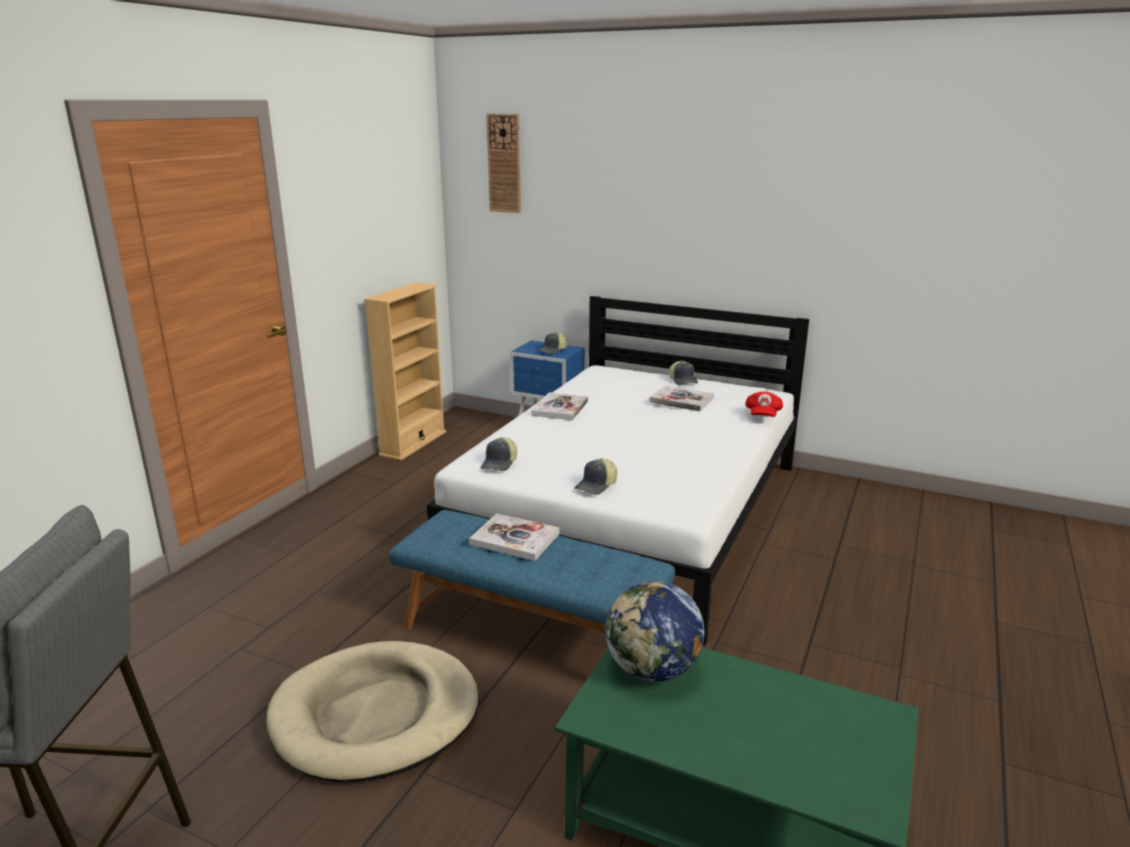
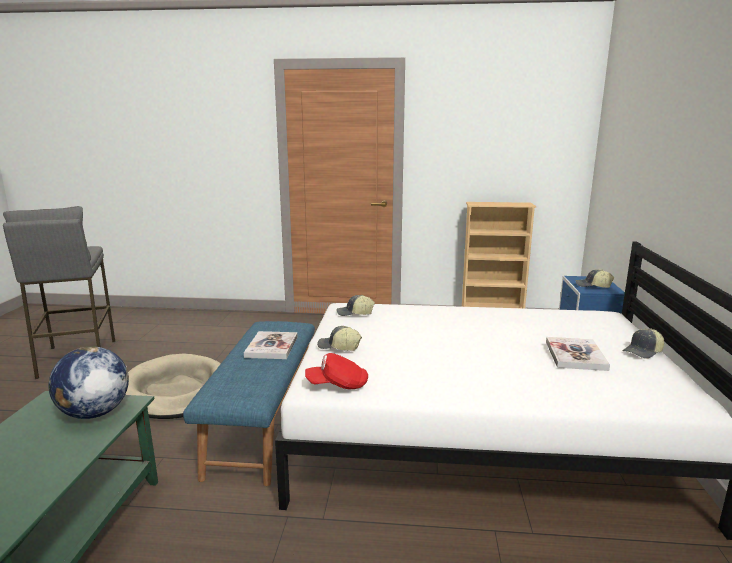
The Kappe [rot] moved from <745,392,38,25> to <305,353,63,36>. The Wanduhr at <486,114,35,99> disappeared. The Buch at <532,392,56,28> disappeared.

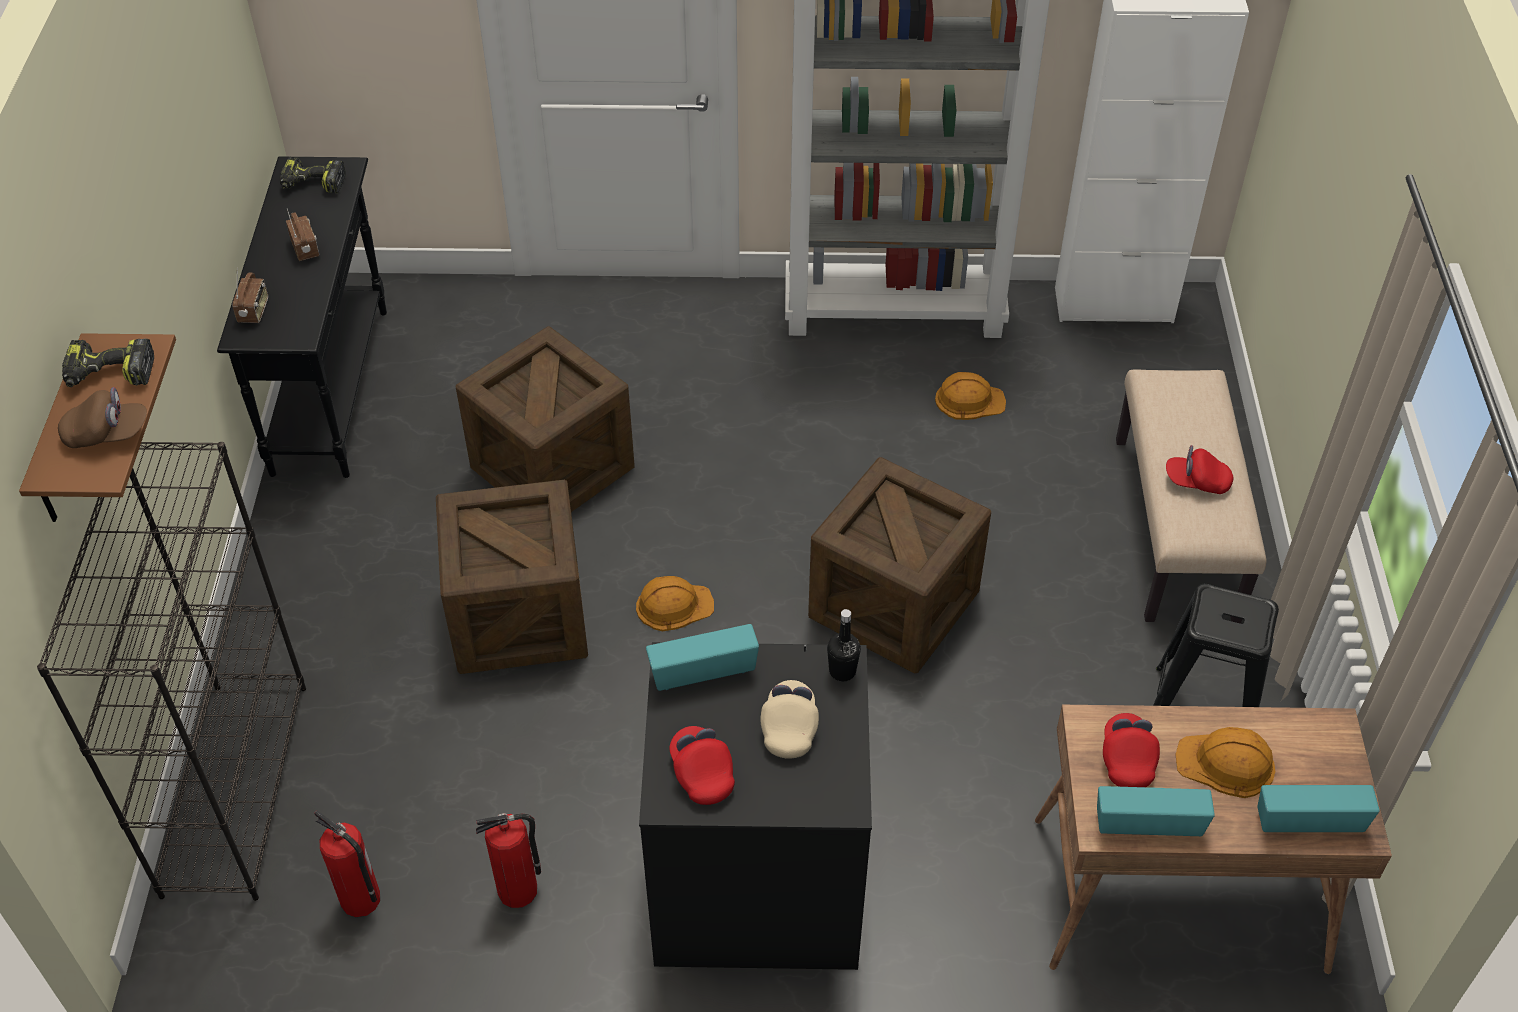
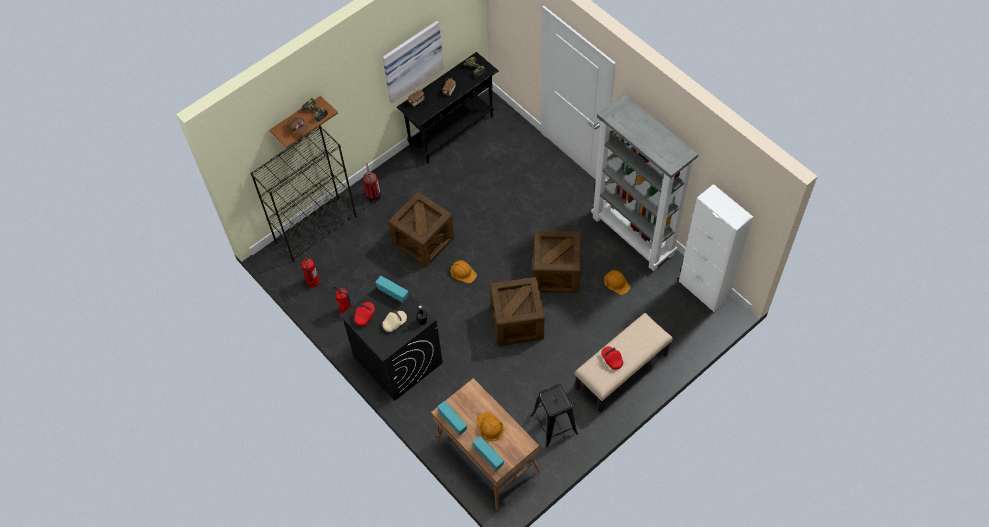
The Feuerlöscher at <363,163,18,41> appeared. The Bild at <382,21,62,83> appeared. The Kiste moved from <456,326,179,186> to <533,230,48,64>. The Kappe [rot] at <1103,713,57,74> disappeared.

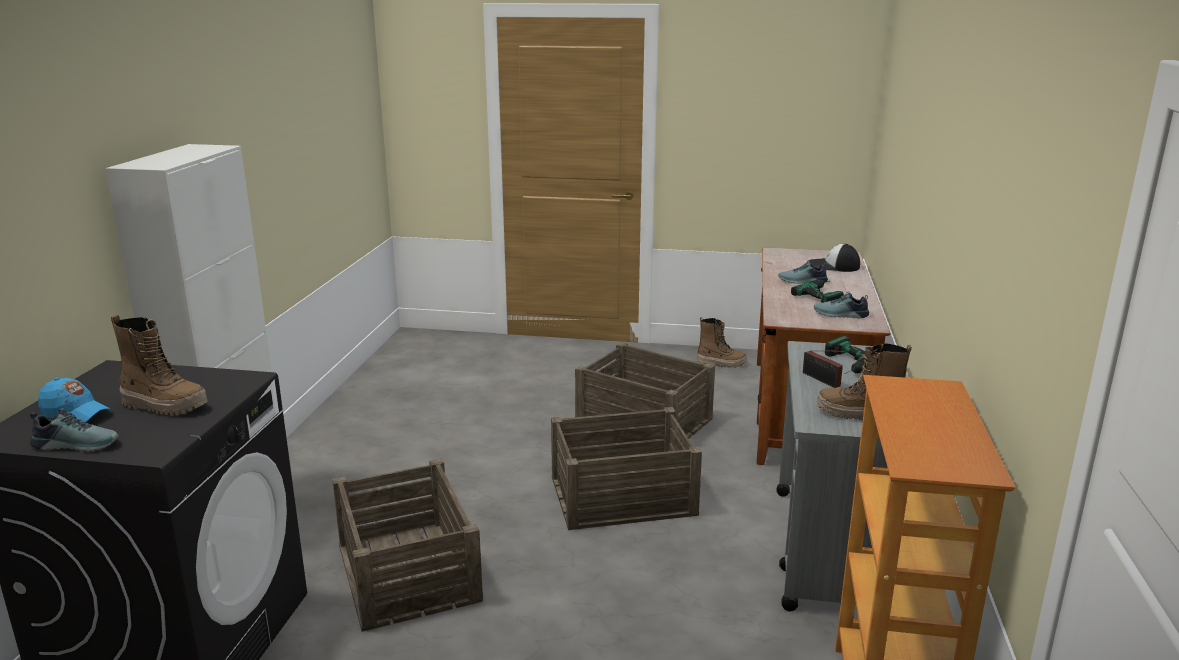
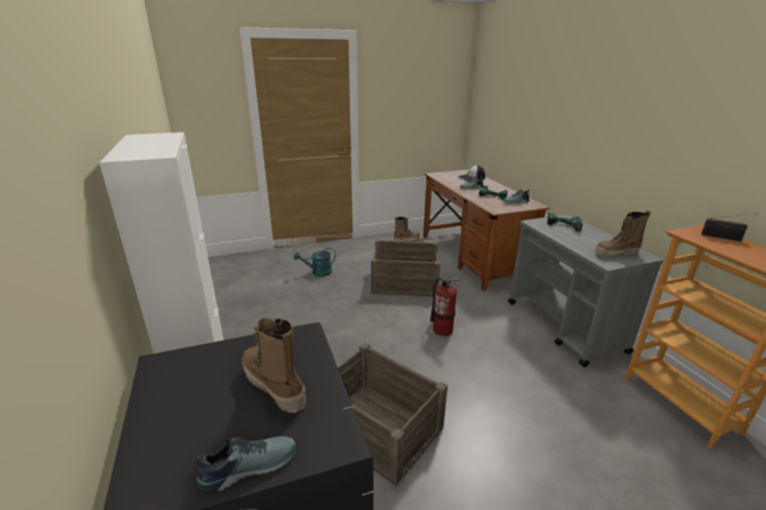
The Stiefel at <111,314,97,101> turned 120 degrees counterclockwise. The Gießkanne [türkis] at <294,248,42,29> appeared. The Kiste at <551,407,151,123> was replaced by the Feuerlöscher at <430,277,30,59>. The Radio moved from <803,350,45,38> to <701,213,56,29>. The Kappe [blau] at <38,378,74,44> disappeared.

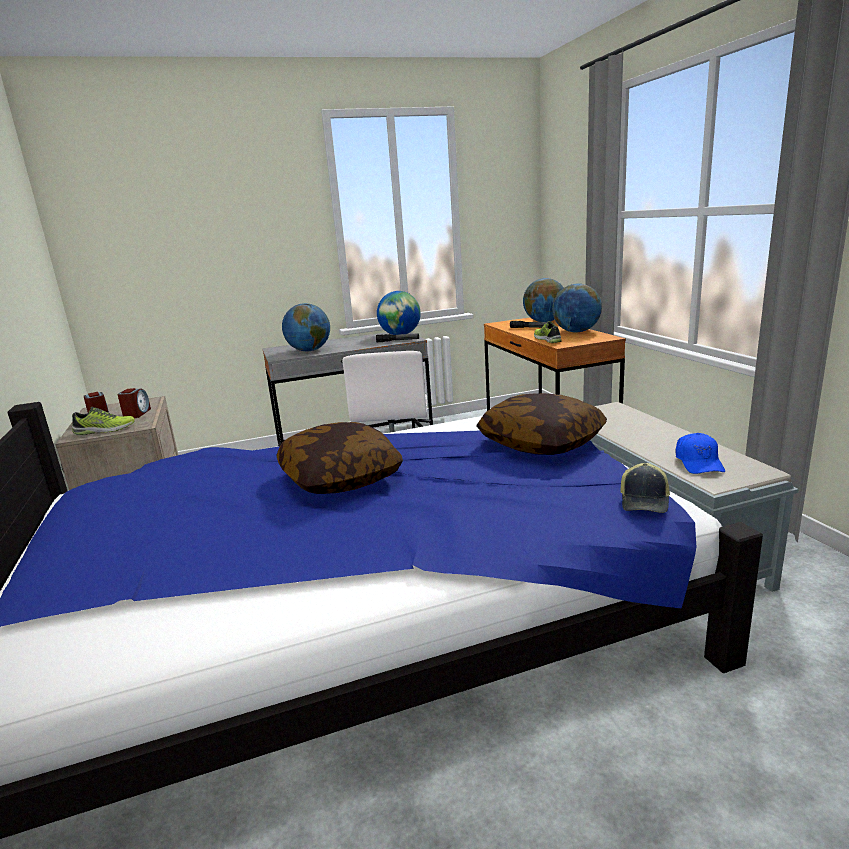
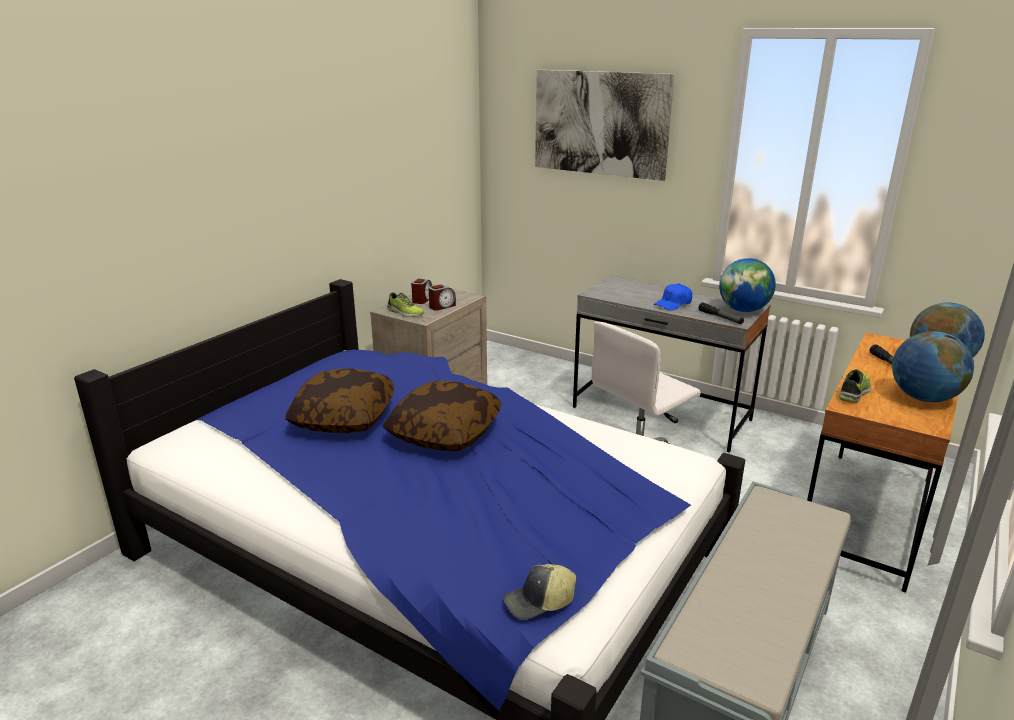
The Kissen moved from <476,393,131,62> to <285,369,109,64>. The Bild at <535,70,140,111> appeared. The Kappe [blau] moved from <676,433,49,41> to <654,284,38,27>. The Globus at <282,303,48,49> disappeared.

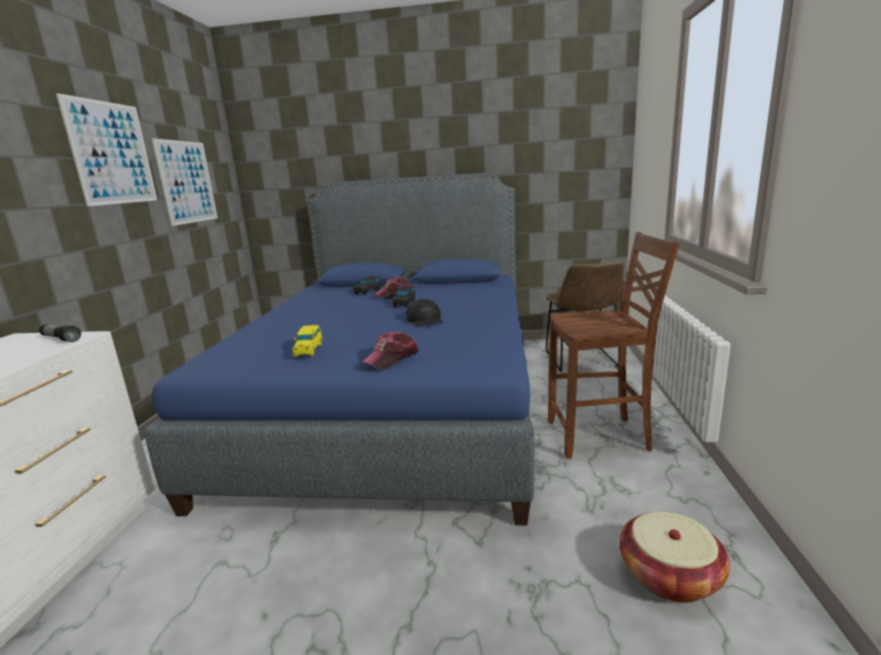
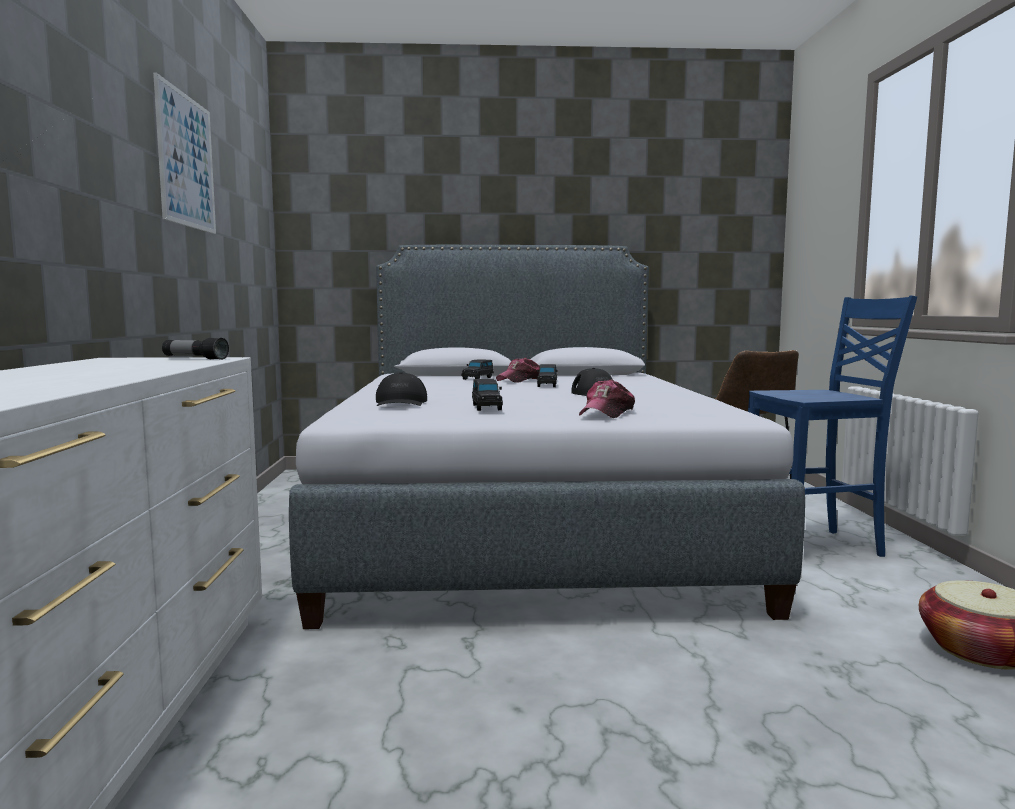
The Bett [blau] at <145,173,389,352> became the Bett [grau] at <289,245,516,384>. The Kappe [schwarz] at <376,372,51,34> appeared. The Spielzeugauto [gelb] at <292,325,30,32> became the Spielzeugauto [schwarz] at <472,379,31,32>. The Stuhl [braun] at <548,232,132,227> became the Stuhl [blau] at <748,296,169,261>. The Bild at <152,138,66,88> disappeared.

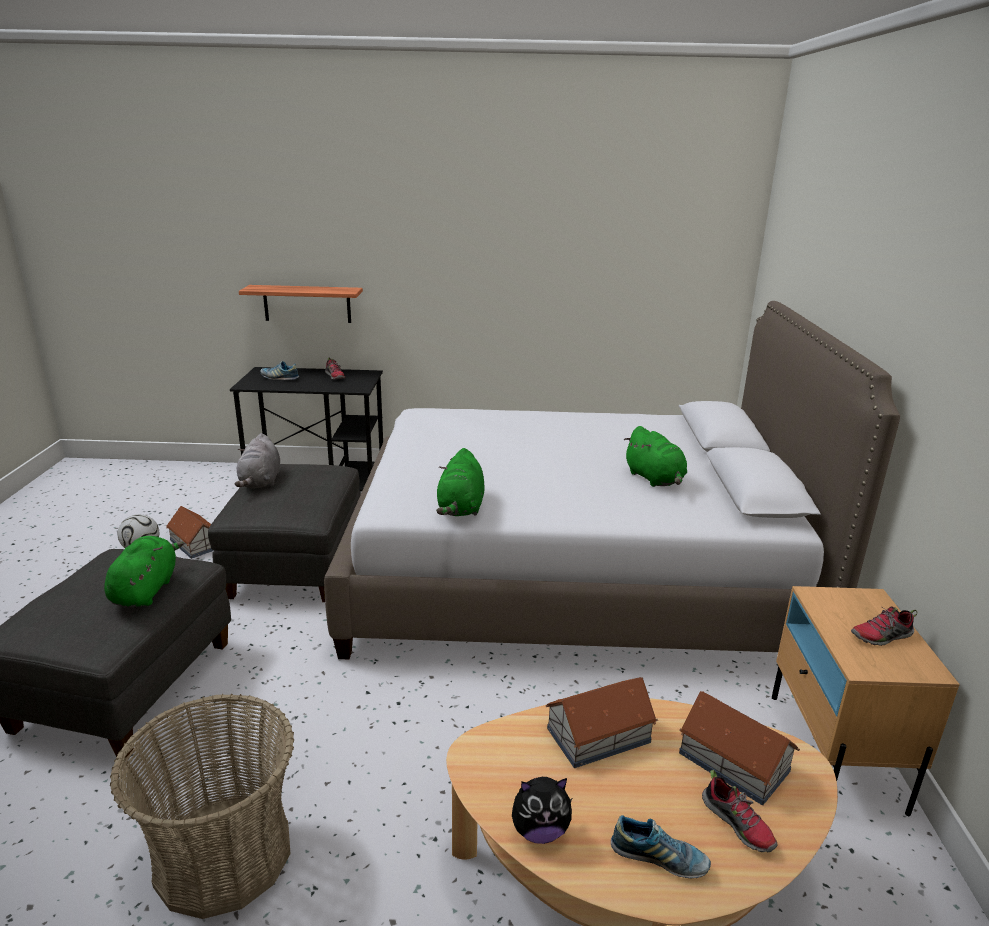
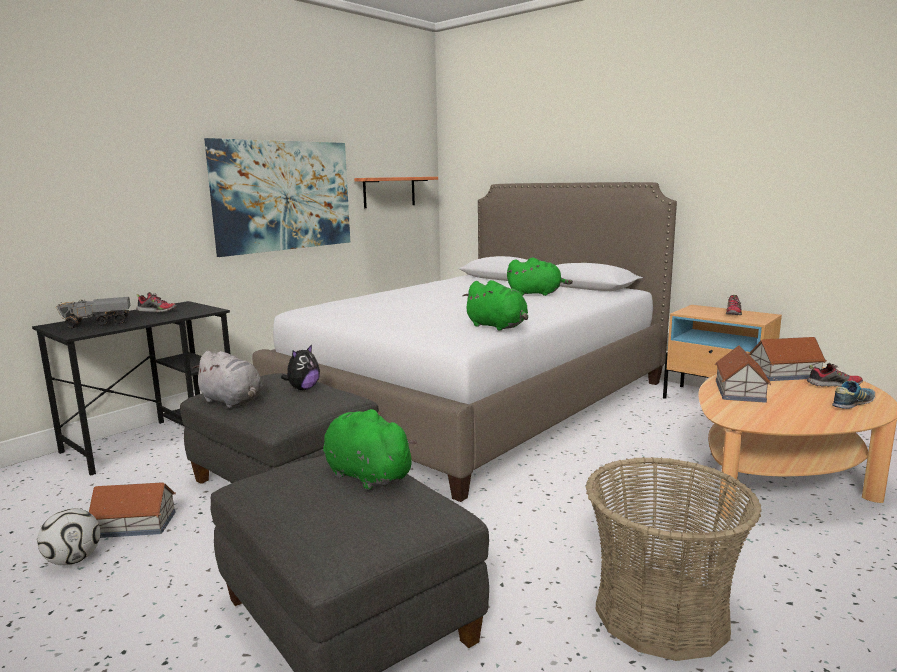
The Schuh at <260,361,39,19> was replaced by the Spielzeuglaster at <56,297,74,31>. The Bild at <204,138,146,119> appeared. The Plüschtier moved from <512,777,61,67> to <281,344,39,46>. The Wandregal moved from <239,285,124,38> to <354,177,84,31>.

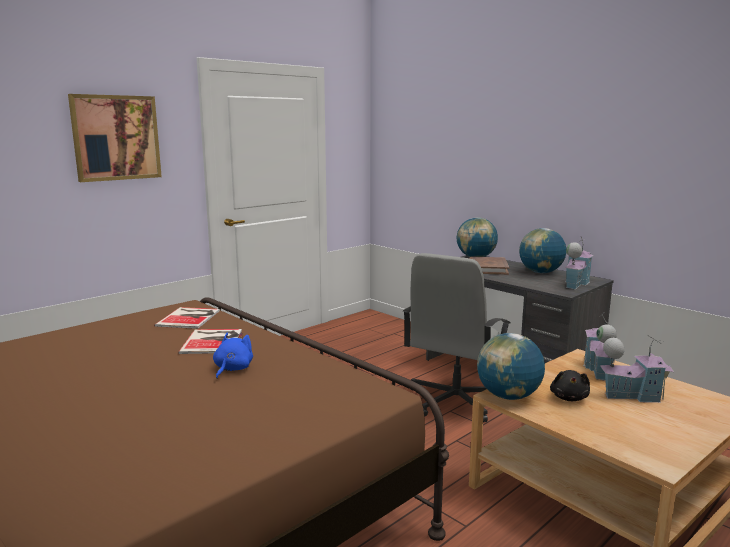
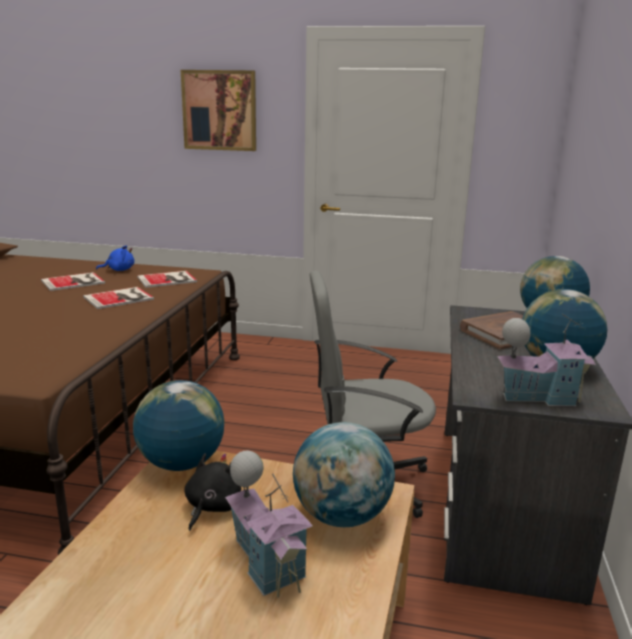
The Buch at <41,272,64,19> appeared. The Plüschtier [blau] moved from <213,332,40,47> to <96,245,38,26>. The Plüschtier [schwarz] at <550,370,40,31> turned 135 degrees clockwise. The Spielzeughaus at <583,312,34,69> was replaced by the Globus at <293,422,102,105>.

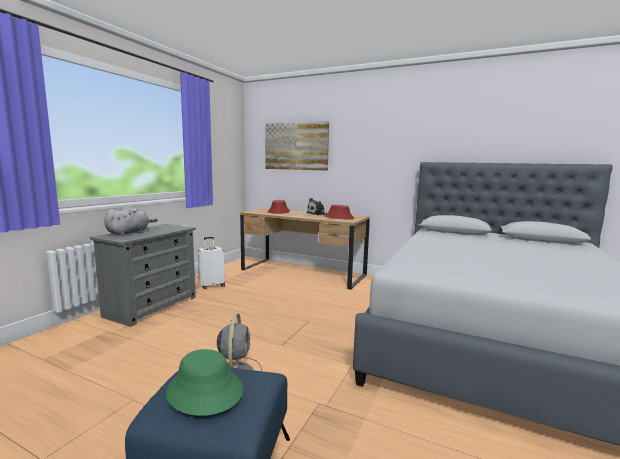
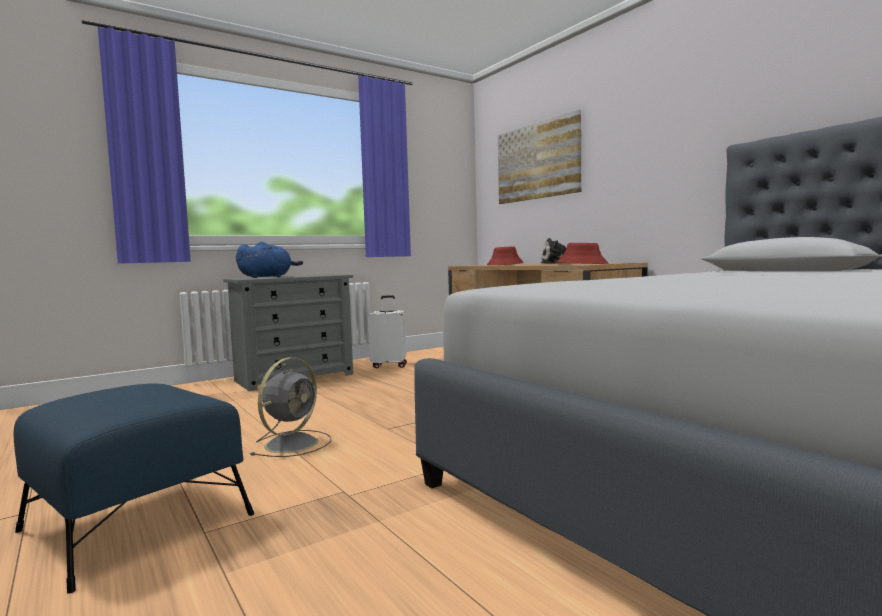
The Plüschtier [grau] at <104,206,54,30> became the Plüschtier [blau] at <236,242,67,36>. The Hut [grün] at <166,349,78,67> disappeared.

